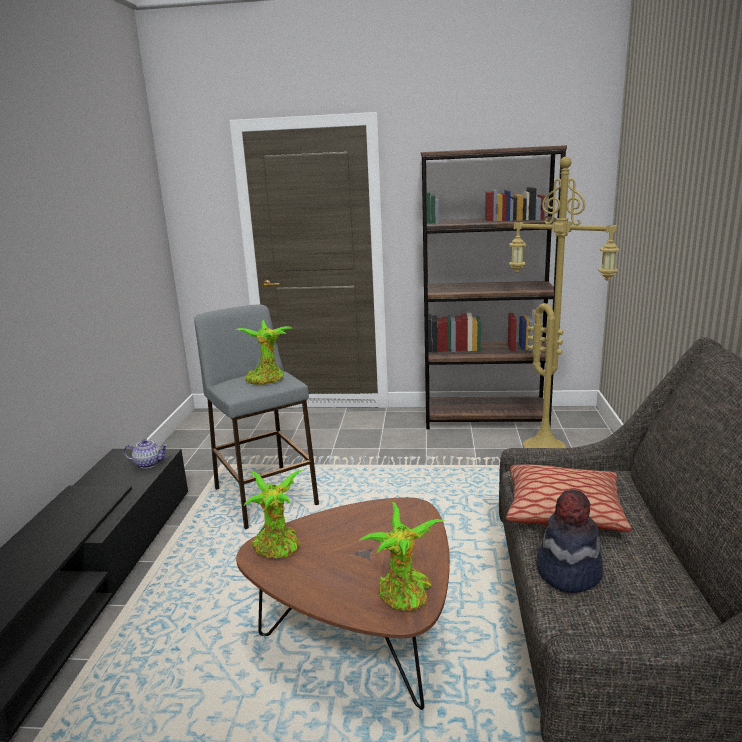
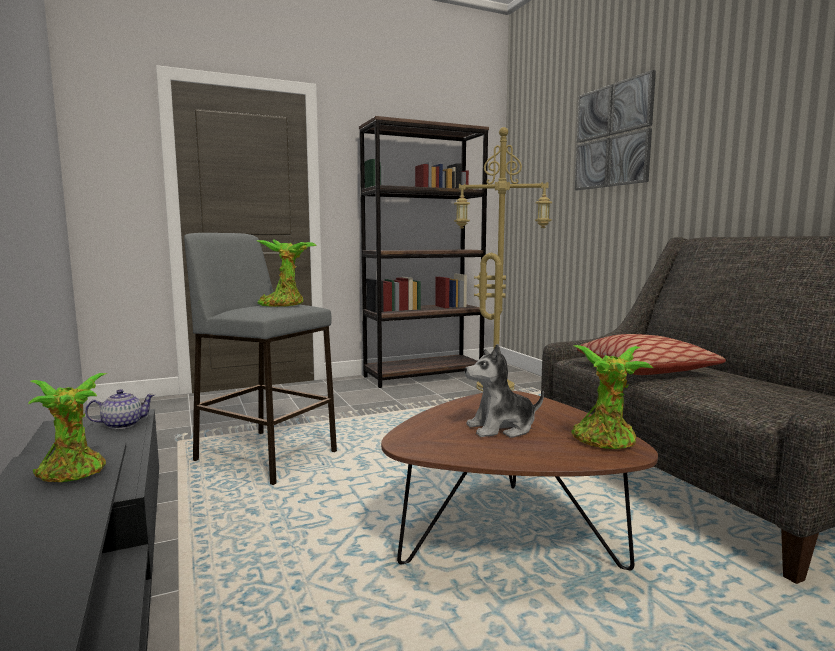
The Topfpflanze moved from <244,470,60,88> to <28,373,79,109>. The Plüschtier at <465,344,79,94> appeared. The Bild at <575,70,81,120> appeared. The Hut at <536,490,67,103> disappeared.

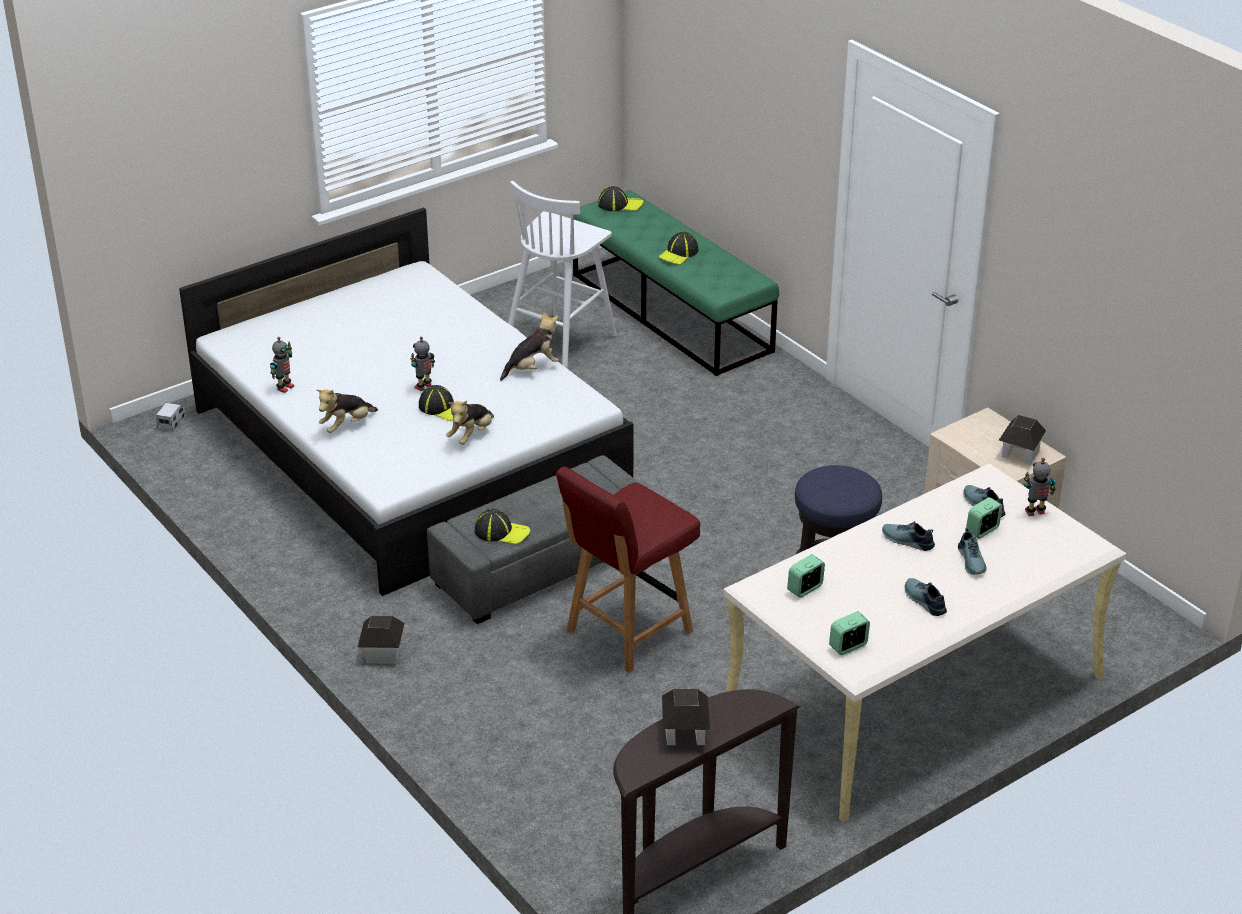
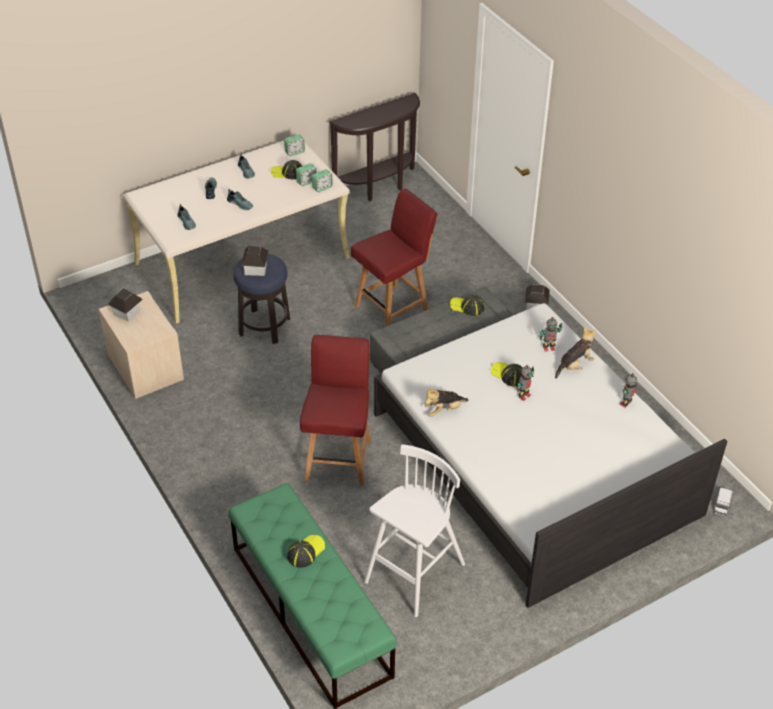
The Spielzeughaus moved from <662,689,48,56> to <241,245,28,31>. The Kappe moved from <598,186,45,25> to <271,160,31,19>. The Stuhl [rot] at <300,335,71,151> appeared. The Wecker moved from <966,497,37,42> to <312,169,21,23>. The Spielzeugroboter moved from <1024,458,32,58> to <540,317,22,34>. The Plüschtier at <446,400,48,45> disappeared.

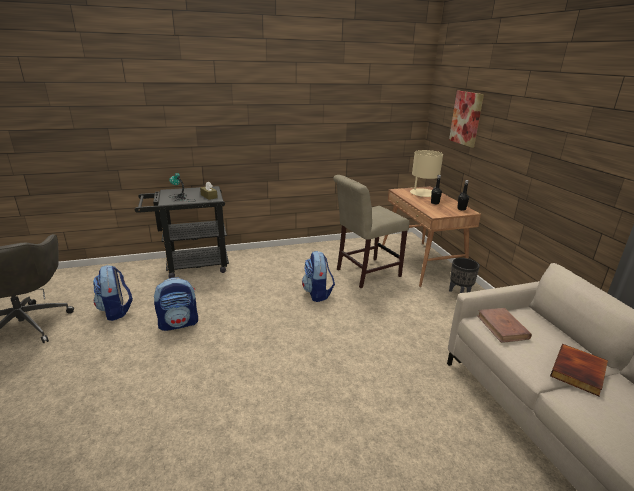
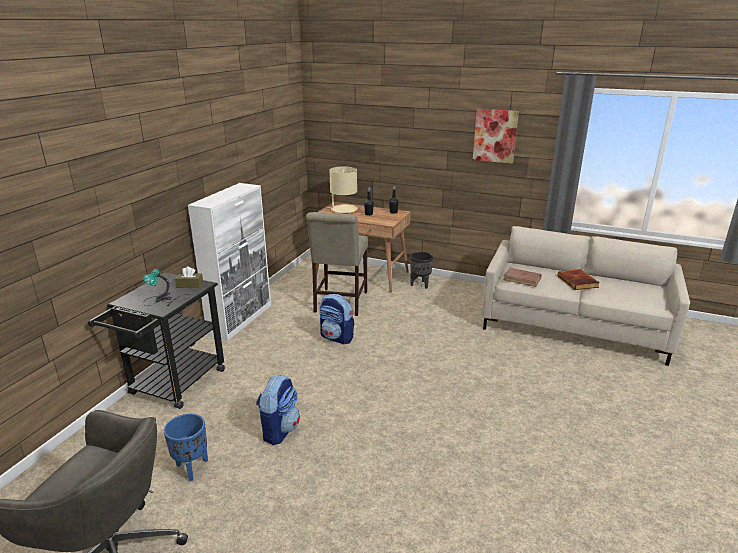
The Rucksack at <93,265,40,56> was replaced by the Pflanzkübel [blau] at <164,414,44,67>. The Schrank [weiß] at <188,183,83,158> appeared. The Bild moved from <449,91,35,57> to <473,109,46,55>.

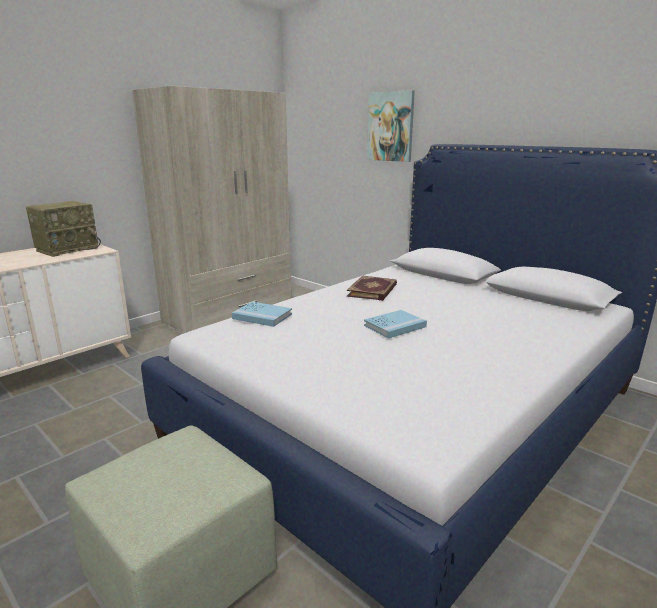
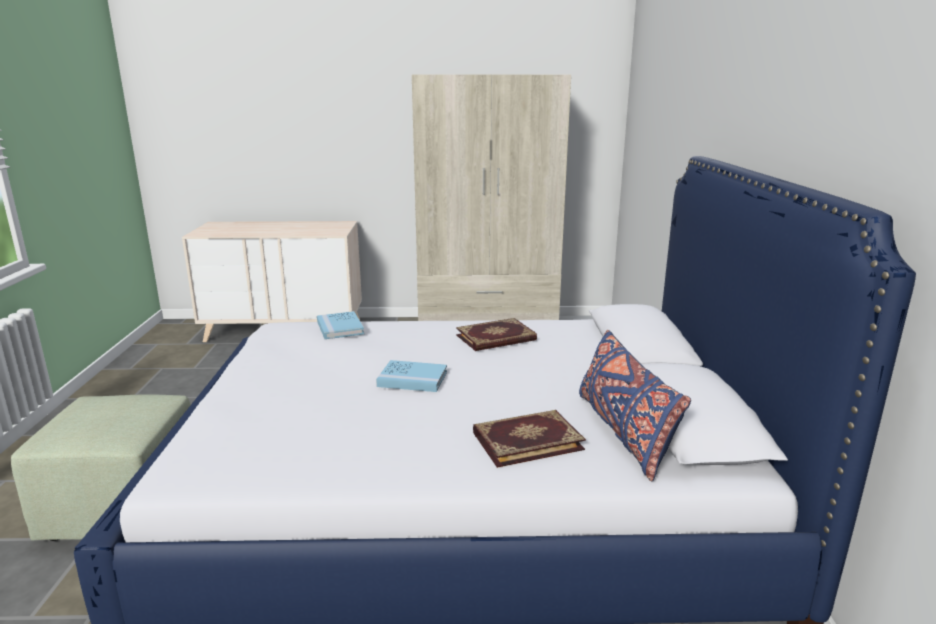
The Buch at <473,410,113,58> appeared. The Kissen [blau] at <579,330,112,151> appeared. The Radio at <26,201,75,56> disappeared. The Bild at <367,90,48,72> disappeared.

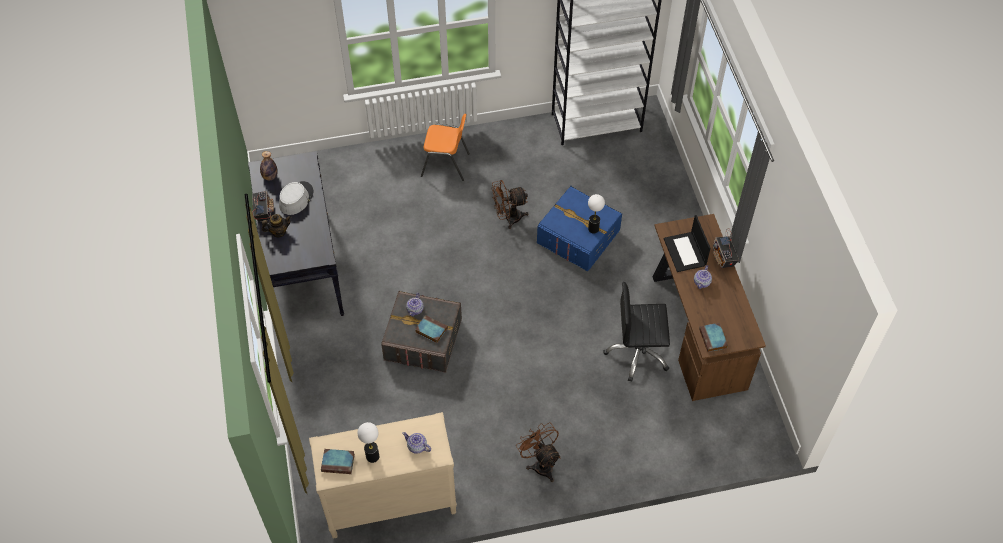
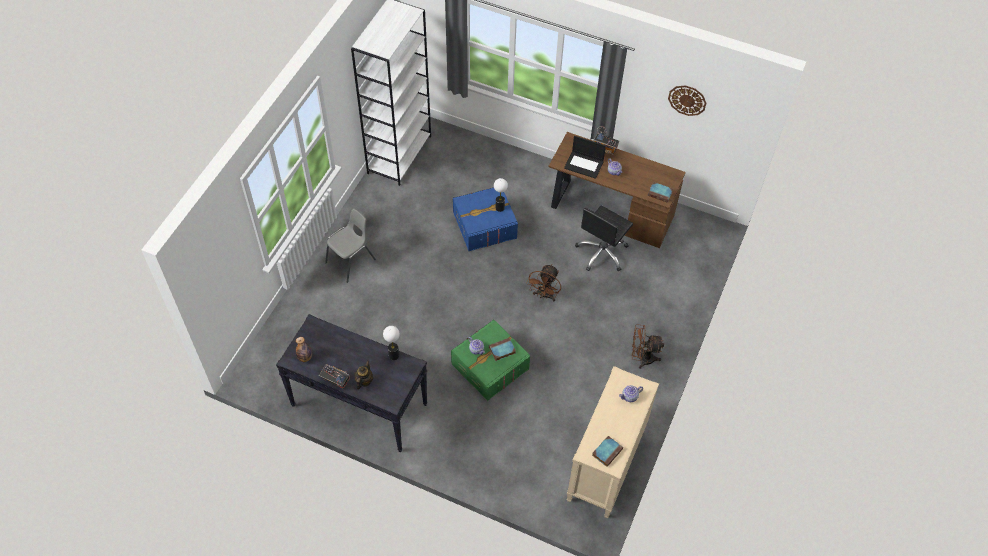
The Stuhl [orange] at <421,114,49,67> became the Stuhl [grau] at <325,208,51,75>. The Tischlampe moved from <358,422,21,41> to <383,326,17,34>. The Aufbewahrungsbox [grau] at <381,290,81,83> became the Aufbewahrungsbox [grün] at <451,319,79,82>. The Ventilator [braun] moved from <492,180,36,49> to <526,264,35,37>. The Wanduhr at <668,85,38,31> appeared. The Hut [grau] at <279,181,35,34> disappeared.

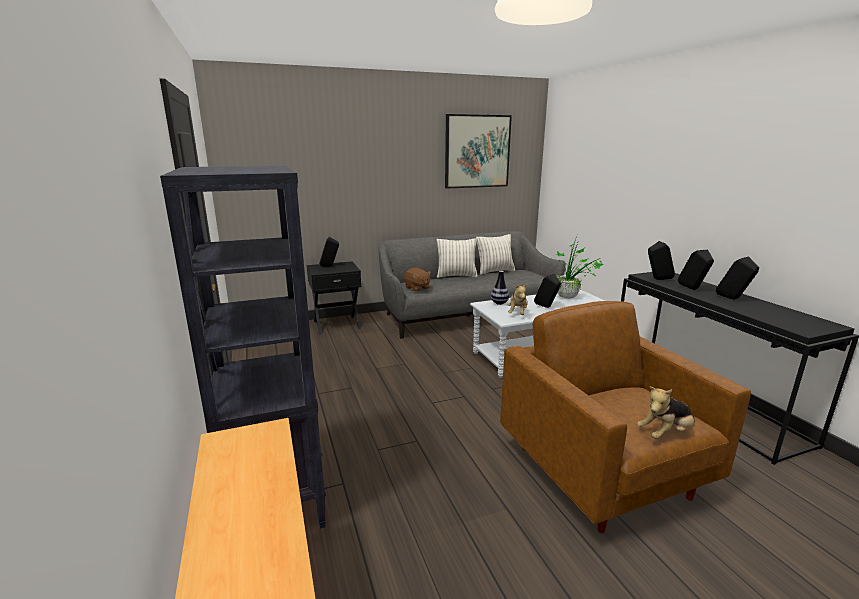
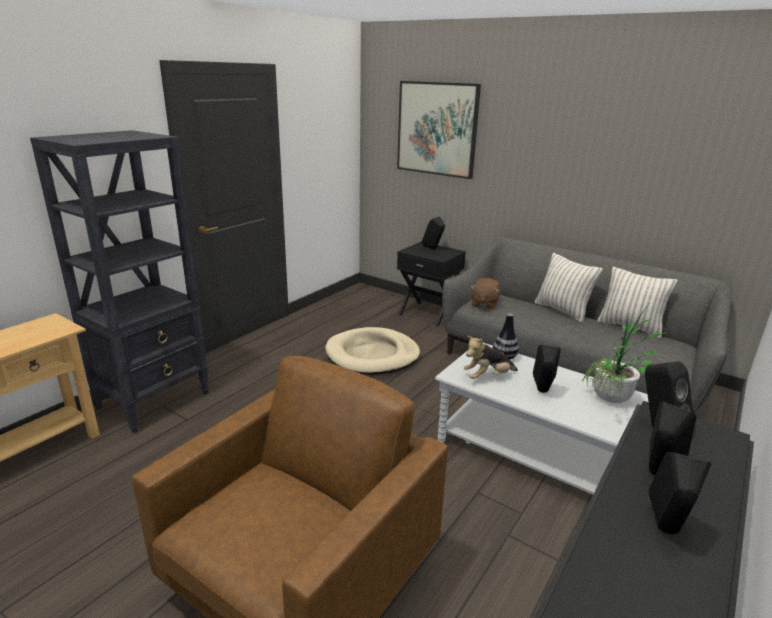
The Hundebett [beige] at <325,327,95,48> appeared. The Bild moved from <445,114,67,75> to <397,81,84,98>. The Plüschtier at <637,386,58,53> disappeared.

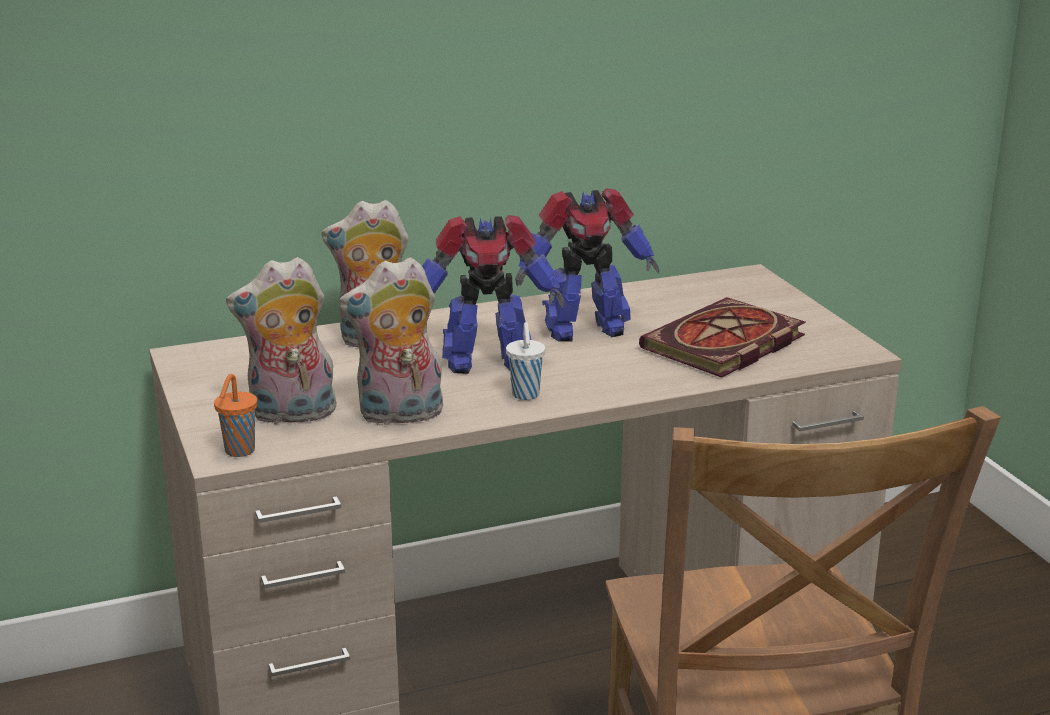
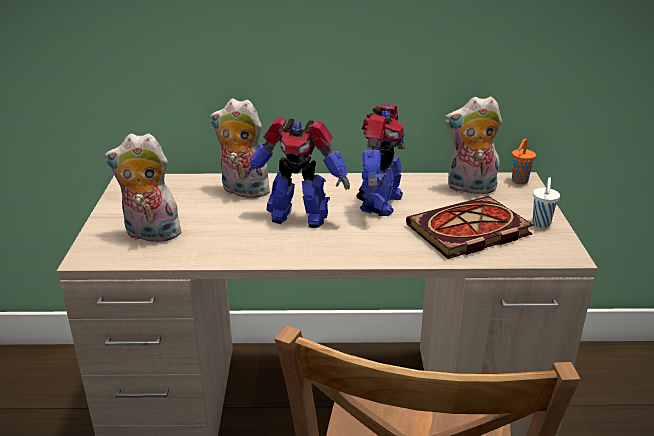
The Spielzeugroboter at <515,188,144,154> turned 75 degrees counterclockwise. The Plüschtier moved from <339,257,104,169> to <445,96,57,98>. The Tasse [orange] moved from <214,374,43,83> to <512,138,24,46>. The Tasse [weiß] moved from <506,322,39,78> to <532,177,28,51>.

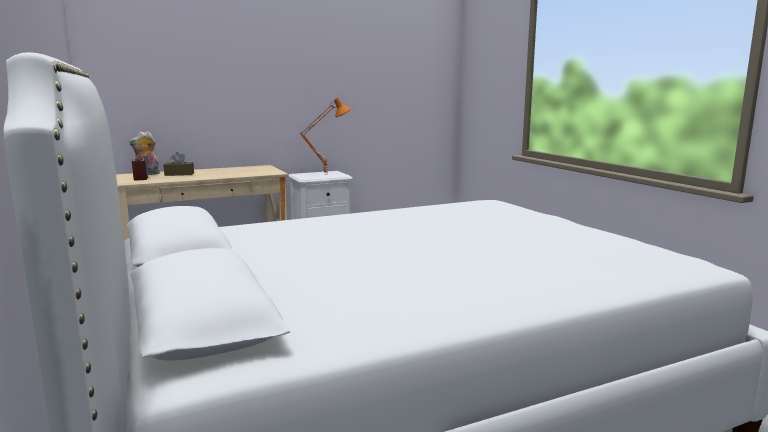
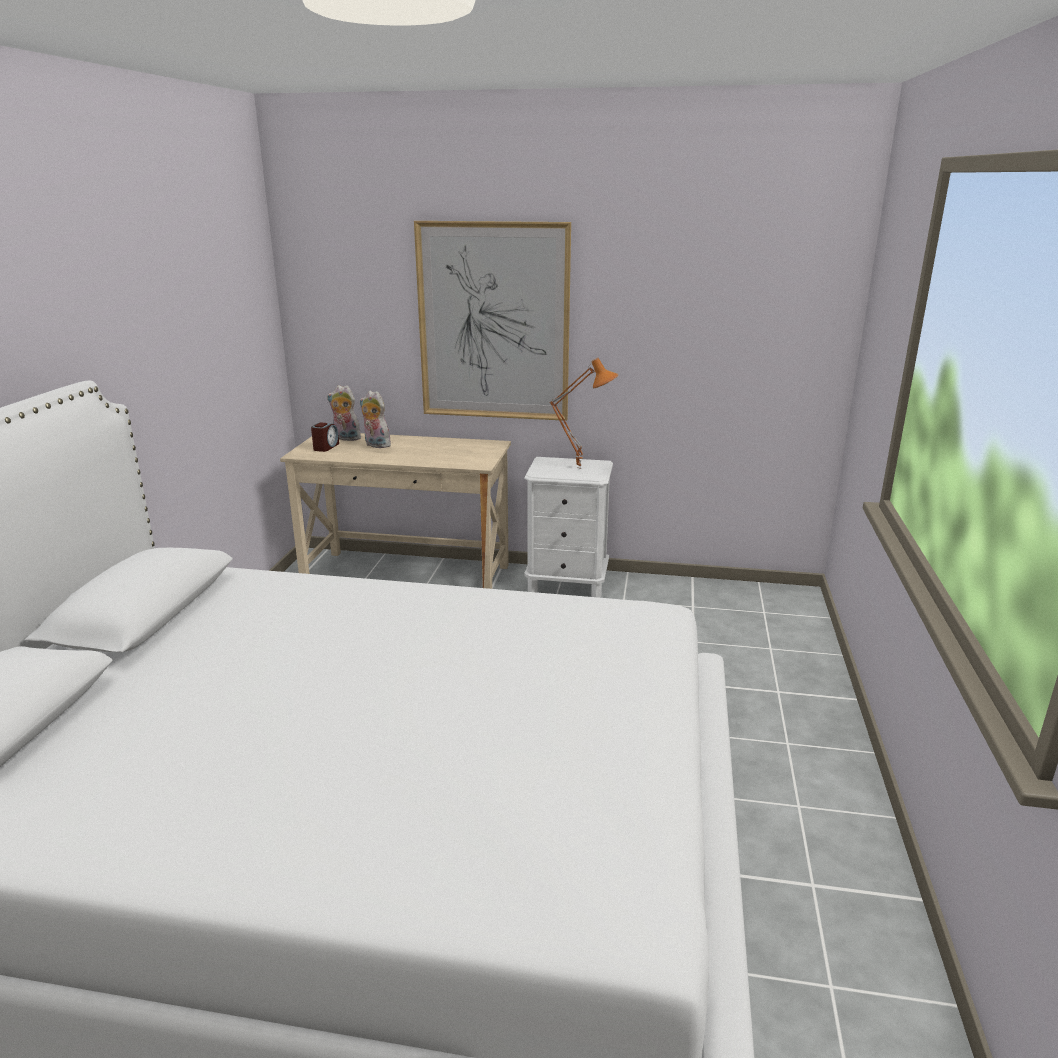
The Taschentuchbox [braun] at <164,152,30,24> was replaced by the Plüschtier at <360,391,31,57>. The Bild at <414,221,157,200> appeared.

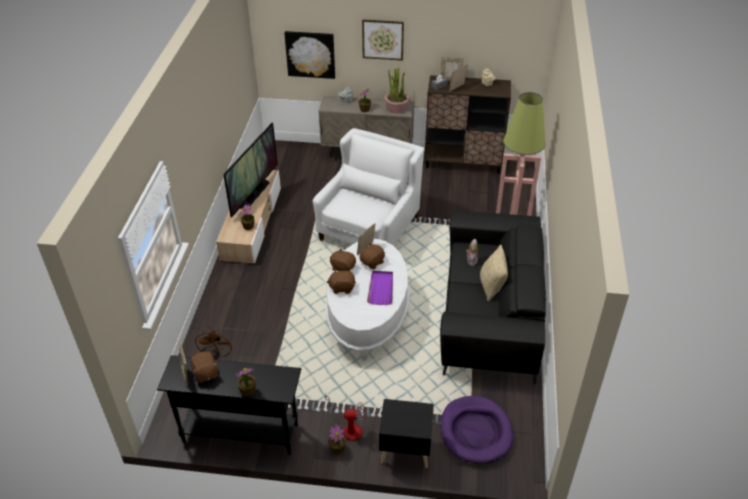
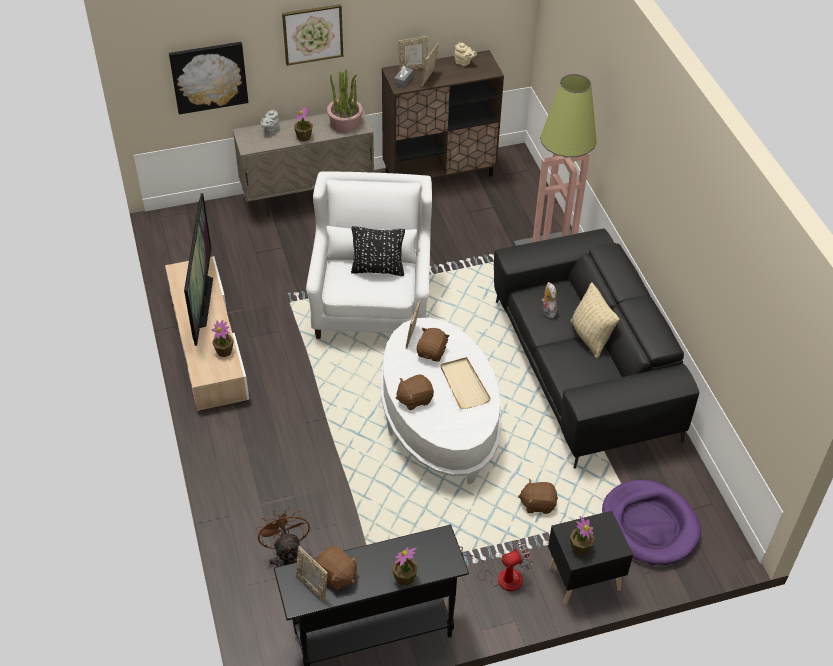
The Kissen [schwarz] at <351,226,54,50> appeared. The Tablett [lila] at <367,271,26,34> became the Tablett [beige] at <440,357,51,52>. The Plüschtier [braun] moved from <330,249,26,22> to <518,479,40,35>. The Topfpflanze moved from <328,425,18,29> to <570,516,25,39>.

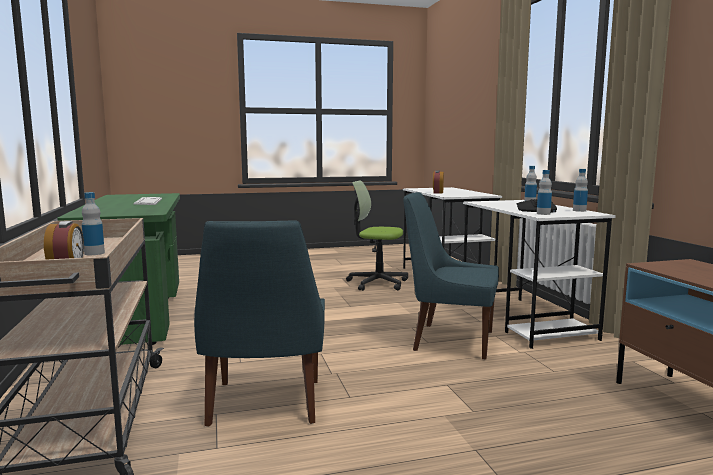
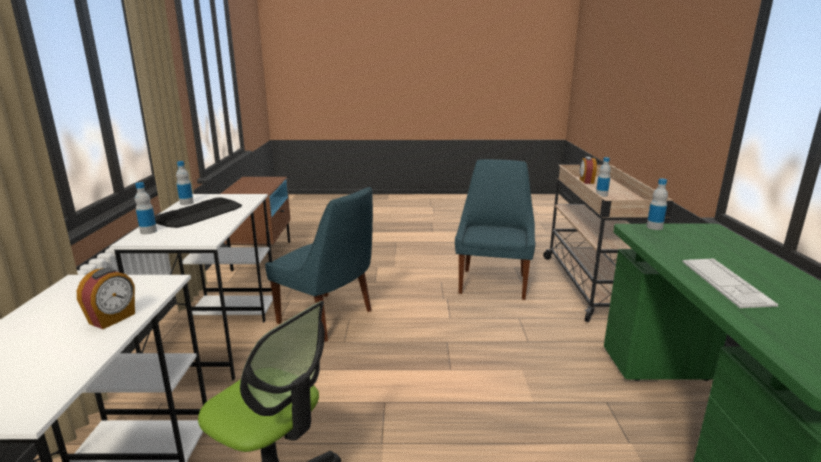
The Flasche moved from <537,170,15,45> to <646,178,22,52>.

